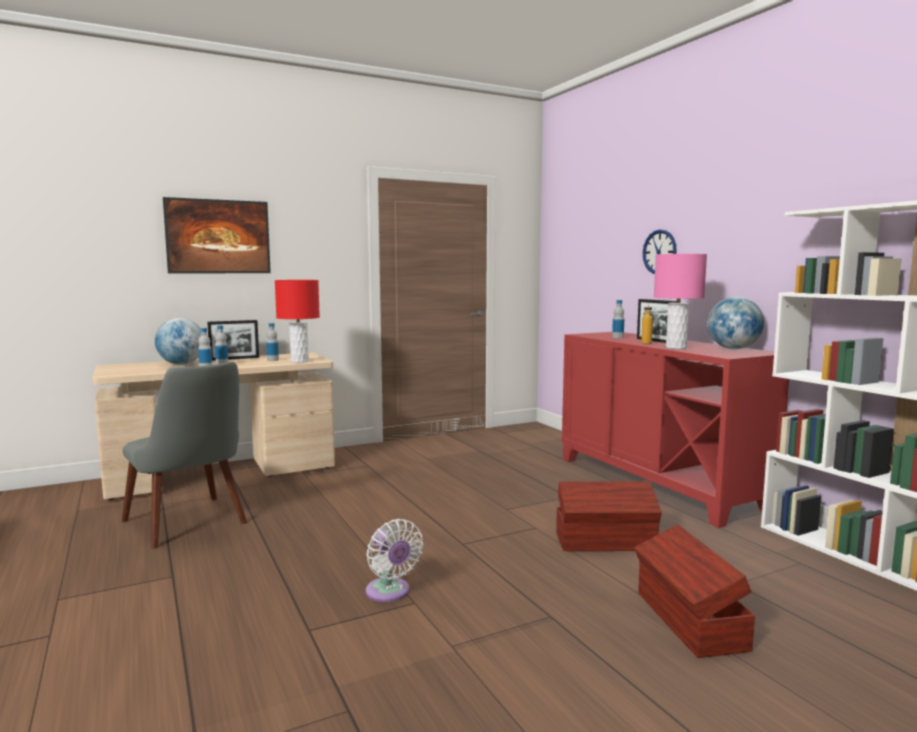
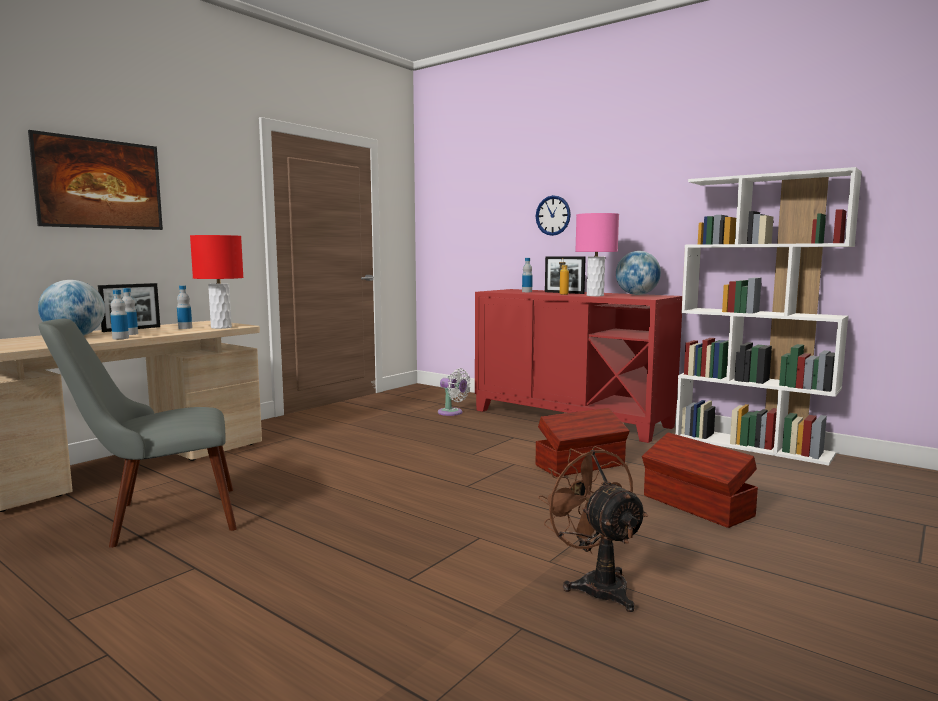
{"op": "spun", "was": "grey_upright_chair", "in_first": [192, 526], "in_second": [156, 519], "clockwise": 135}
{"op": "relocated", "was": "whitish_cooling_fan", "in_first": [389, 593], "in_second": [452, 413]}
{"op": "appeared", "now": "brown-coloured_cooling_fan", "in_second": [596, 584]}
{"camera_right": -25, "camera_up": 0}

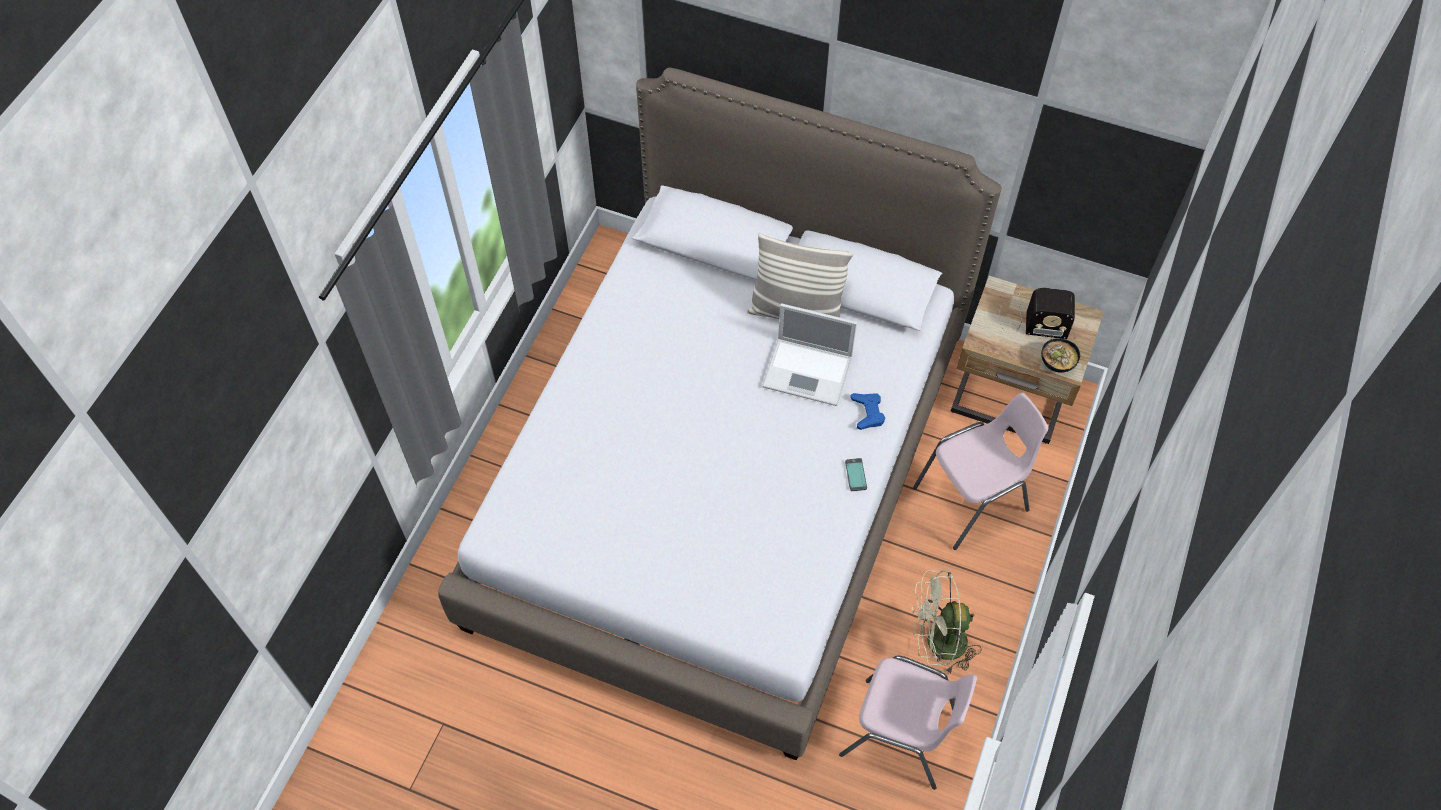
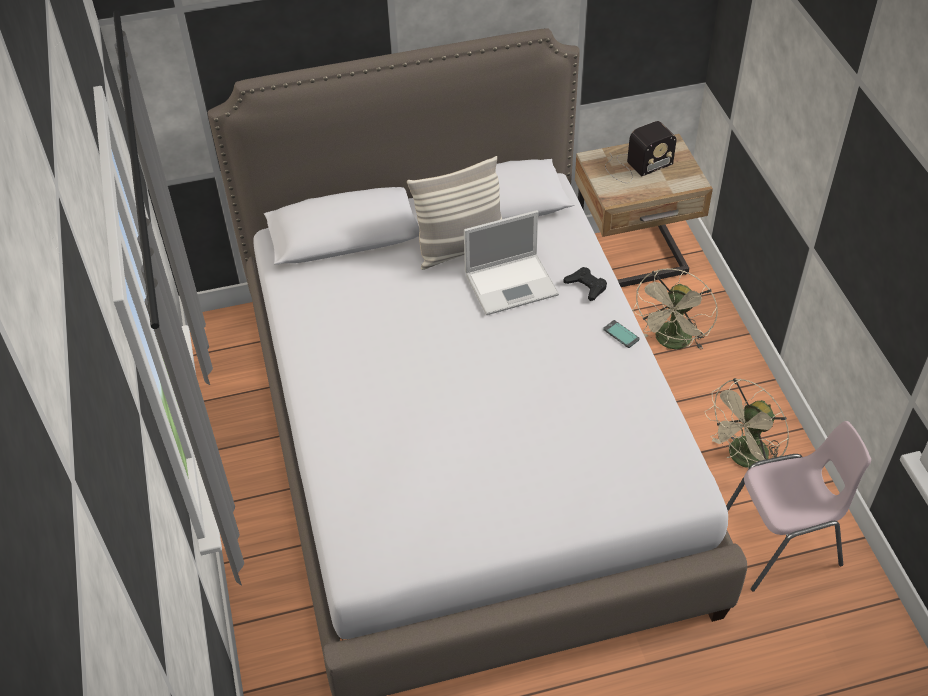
{"op": "colour", "was": "bluish_game_controller", "now": "black_game_controller", "in_first": [867, 412], "in_second": [586, 286]}
{"op": "exchanged", "was": "pink_upright_chair", "now": "beige_cooling_fan", "in_first": [973, 500], "in_second": [672, 343]}
{"op": "missing", "was": "bowl", "in_first": [1056, 363]}
{"camera_right": -35, "camera_up": -10}

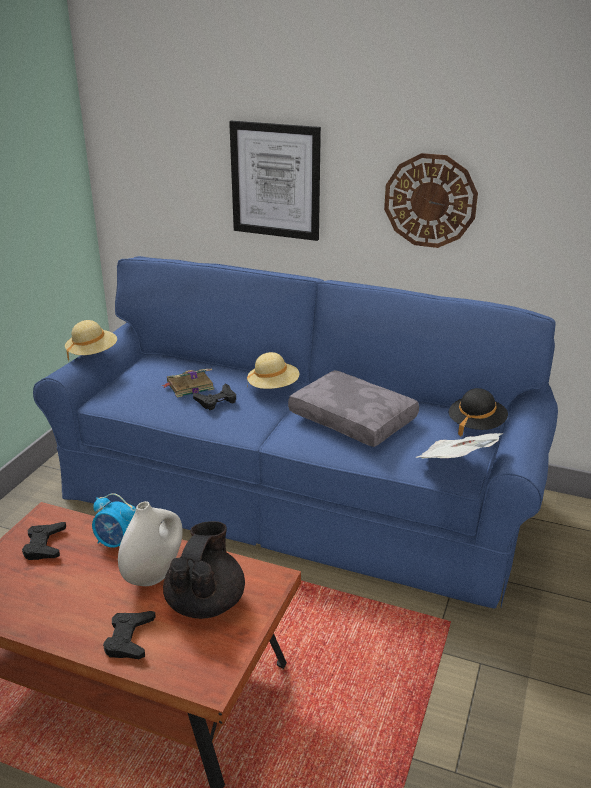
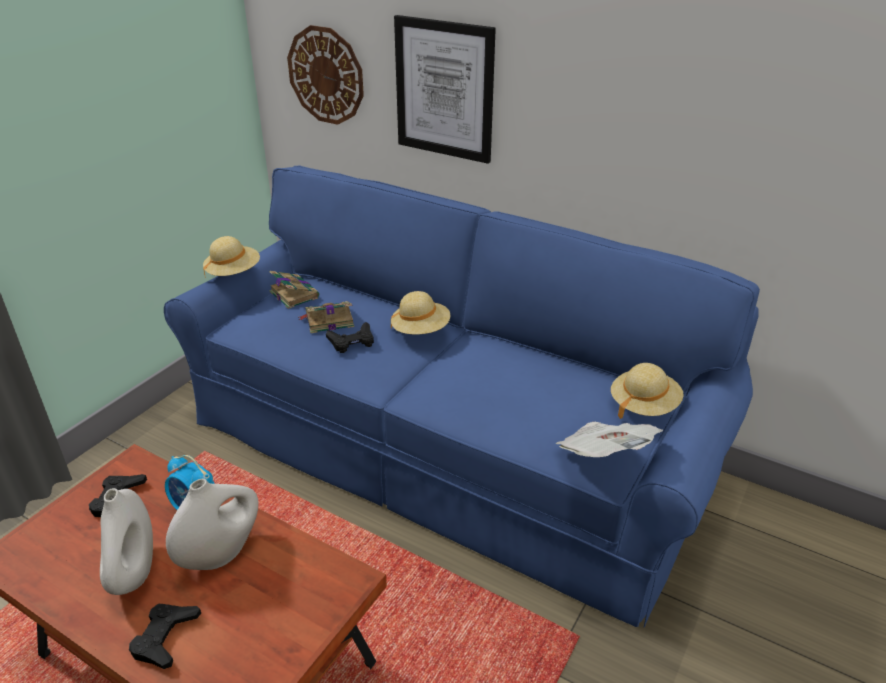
{"op": "missing", "was": "black_pot_for_tea", "in_first": [206, 602]}
{"op": "missing", "was": "grey_cushion", "in_first": [354, 419]}
{"op": "relocated", "was": "wall_clock", "in_first": [430, 201], "in_second": [326, 75]}
{"op": "colour", "was": "black_clothing_hat", "now": "beige_clothing_hat", "in_first": [476, 425], "in_second": [643, 405]}
{"op": "appeared", "now": "whitish_flower_vase", "in_second": [135, 573]}
{"op": "appeared", "now": "volume", "in_second": [293, 294]}
{"camera_right": 10, "camera_up": 5}

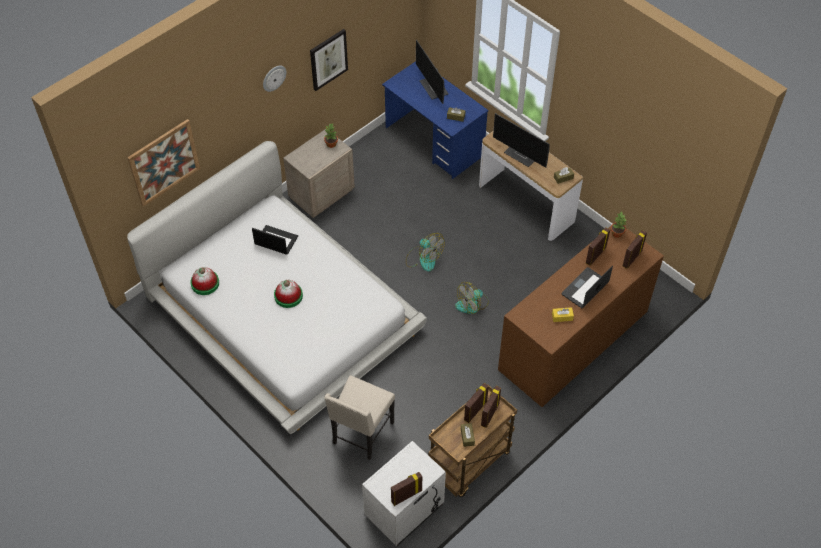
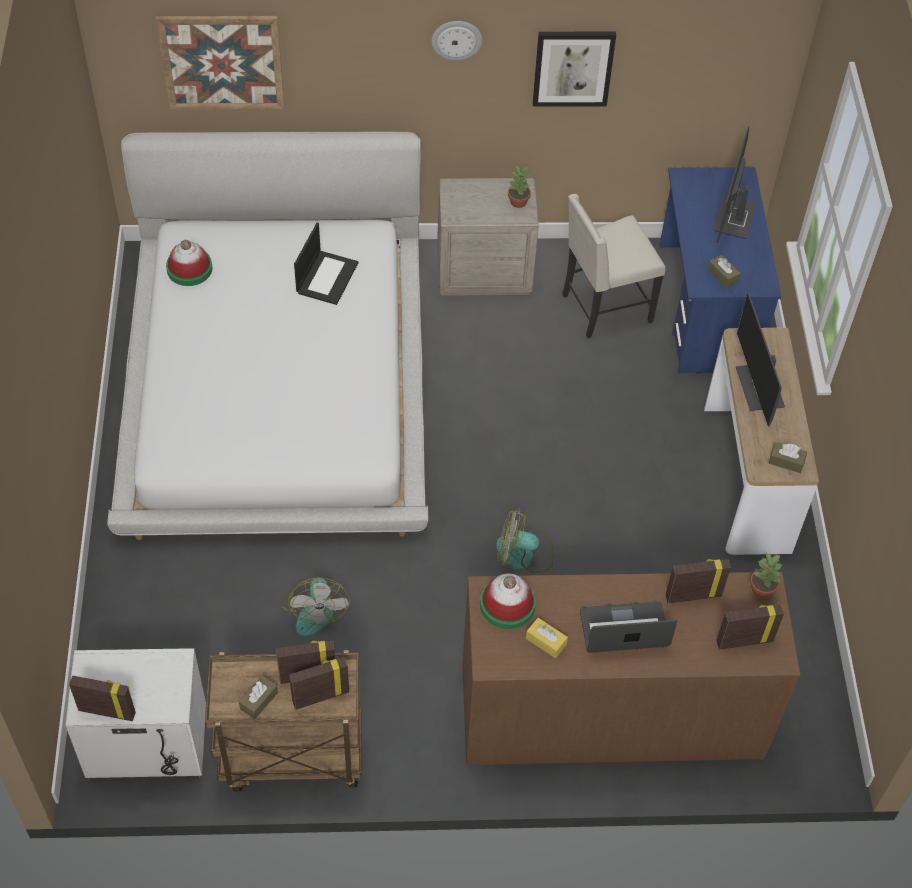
{"op": "spun", "was": "notebook_computer", "in_first": [275, 240], "in_second": [327, 277], "clockwise": 45}
{"op": "relocated", "was": "clothing_hat", "in_first": [288, 296], "in_second": [507, 604]}
{"op": "relocated", "was": "beige_upright_chair", "in_first": [362, 434], "in_second": [604, 308]}
{"op": "relocated", "was": "cooling_fan", "in_first": [423, 258], "in_second": [313, 610]}
{"camera_right": 40, "camera_up": 0}

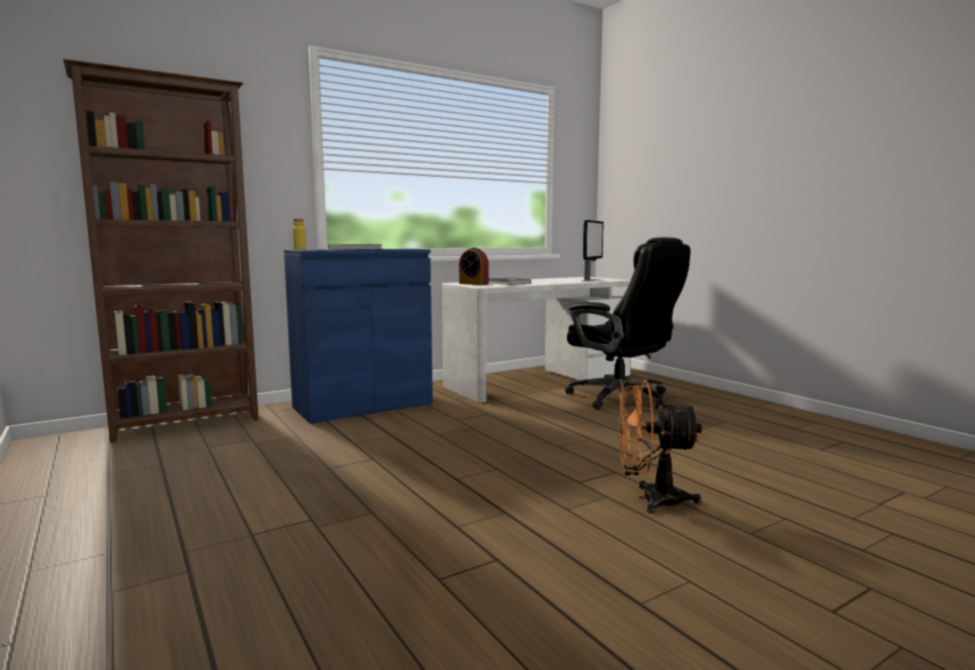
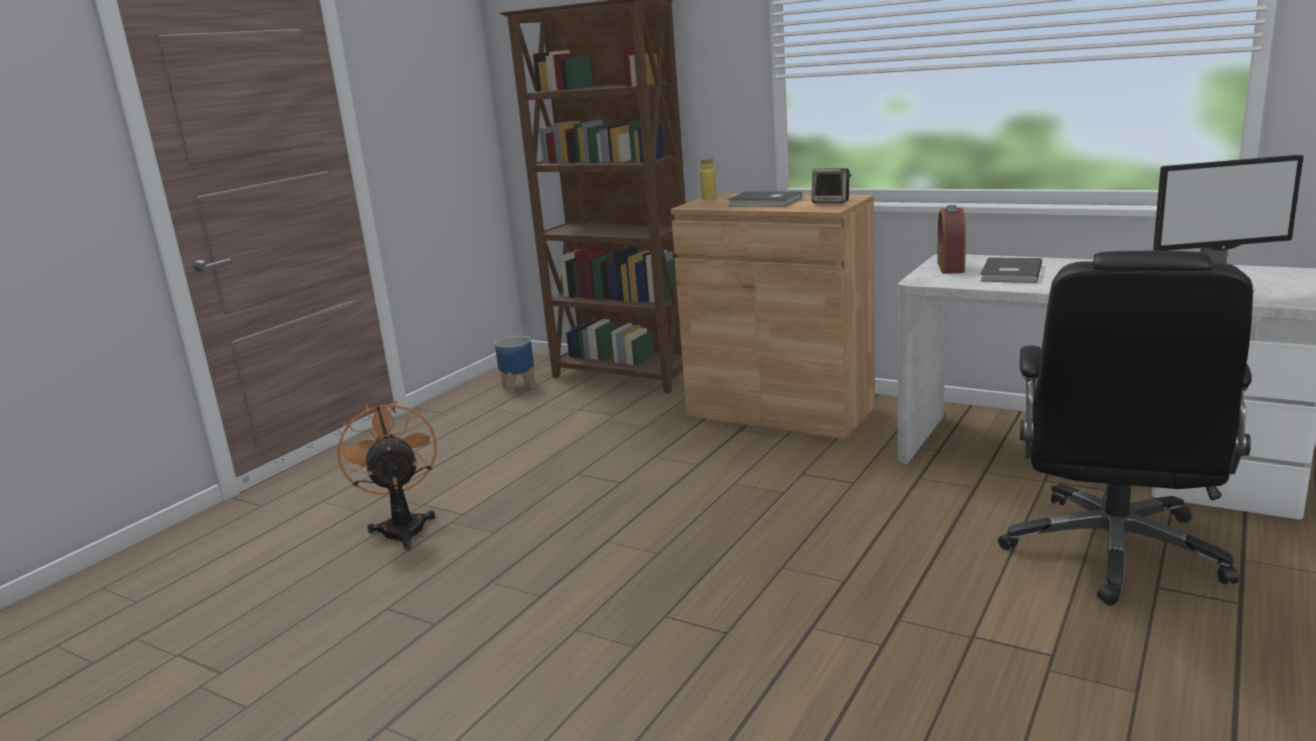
{"op": "colour", "was": "bluish_cabinet", "now": "brown-coloured_cabinet", "in_first": [363, 405], "in_second": [779, 411]}
{"op": "relocated", "was": "orange-coloured_cooling_fan", "in_first": [650, 499], "in_second": [402, 526]}
{"op": "appeared", "now": "flower_pot", "in_second": [518, 387]}
{"op": "appeared", "now": "audio_speaker", "in_second": [831, 202]}
{"camera_right": 65, "camera_up": 10}

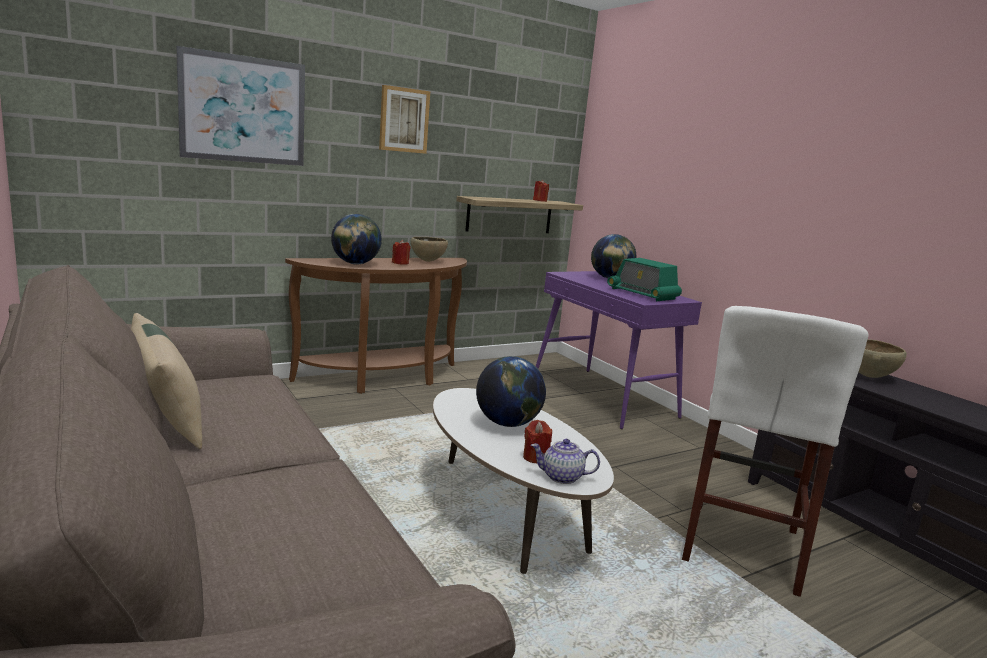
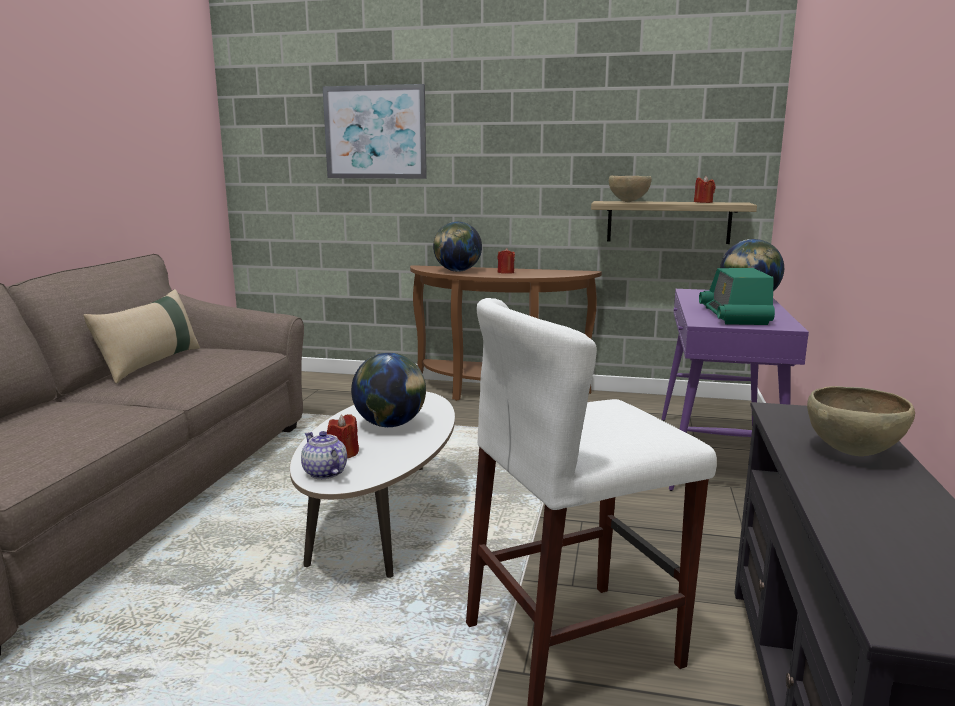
{"op": "missing", "was": "picture", "in_first": [403, 120]}
{"op": "relocated", "was": "brown-coloured_bowl", "in_first": [428, 261], "in_second": [628, 202]}
{"camera_right": 45, "camera_up": 0}

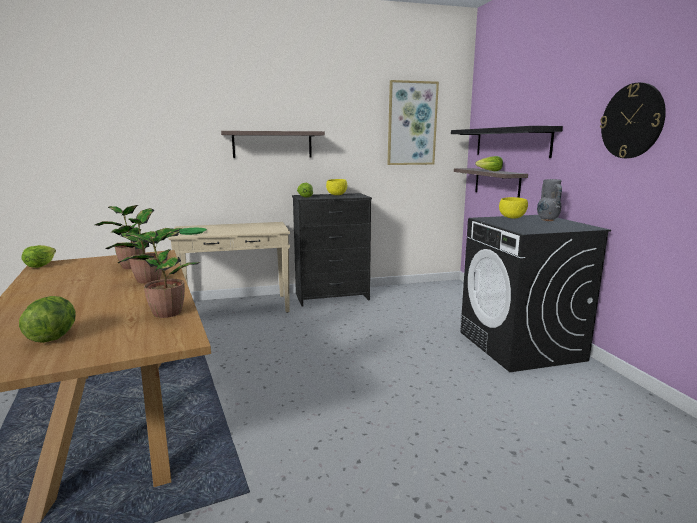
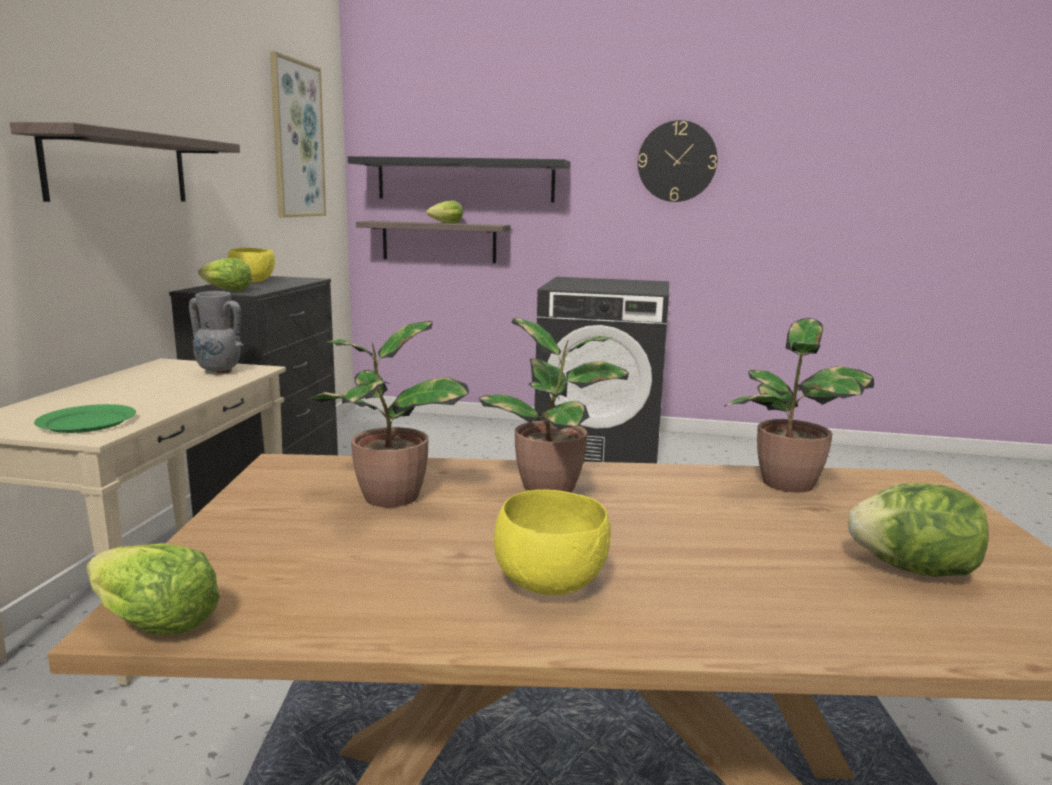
{"op": "relocated", "was": "yellow-coloured_bowl", "in_first": [512, 218], "in_second": [552, 583]}
{"op": "relocated", "was": "grey_flower_vase", "in_first": [547, 220], "in_second": [219, 372]}
{"camera_right": -65, "camera_up": 0}

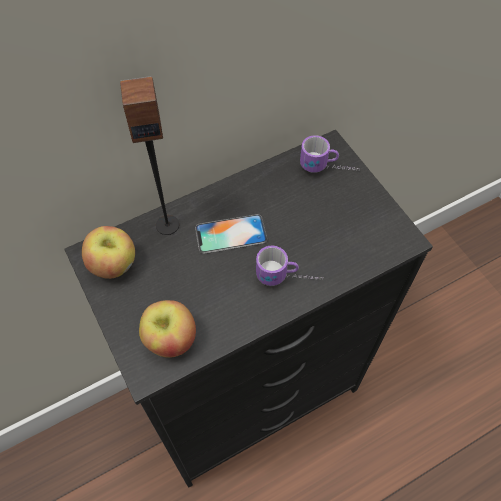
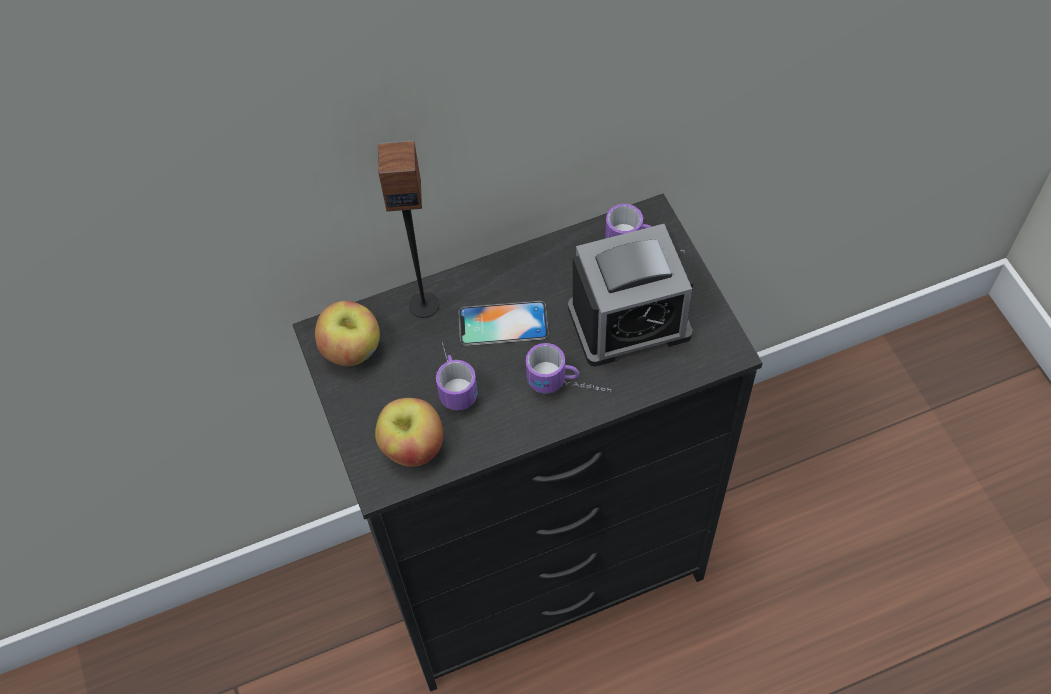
{"op": "appeared", "now": "mug", "in_second": [453, 380]}
{"op": "appeared", "now": "alarm_clock", "in_second": [629, 321]}
{"camera_right": 10, "camera_up": 0}

